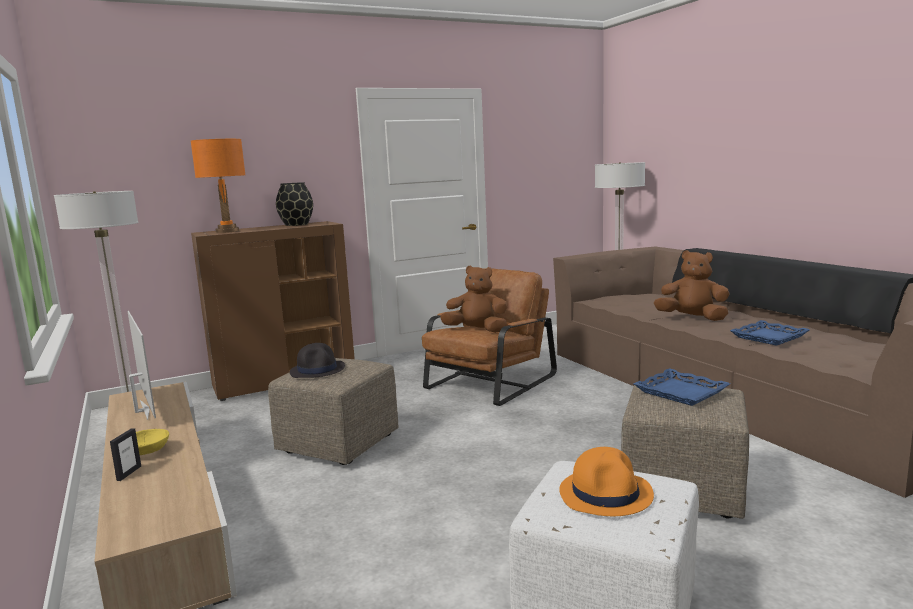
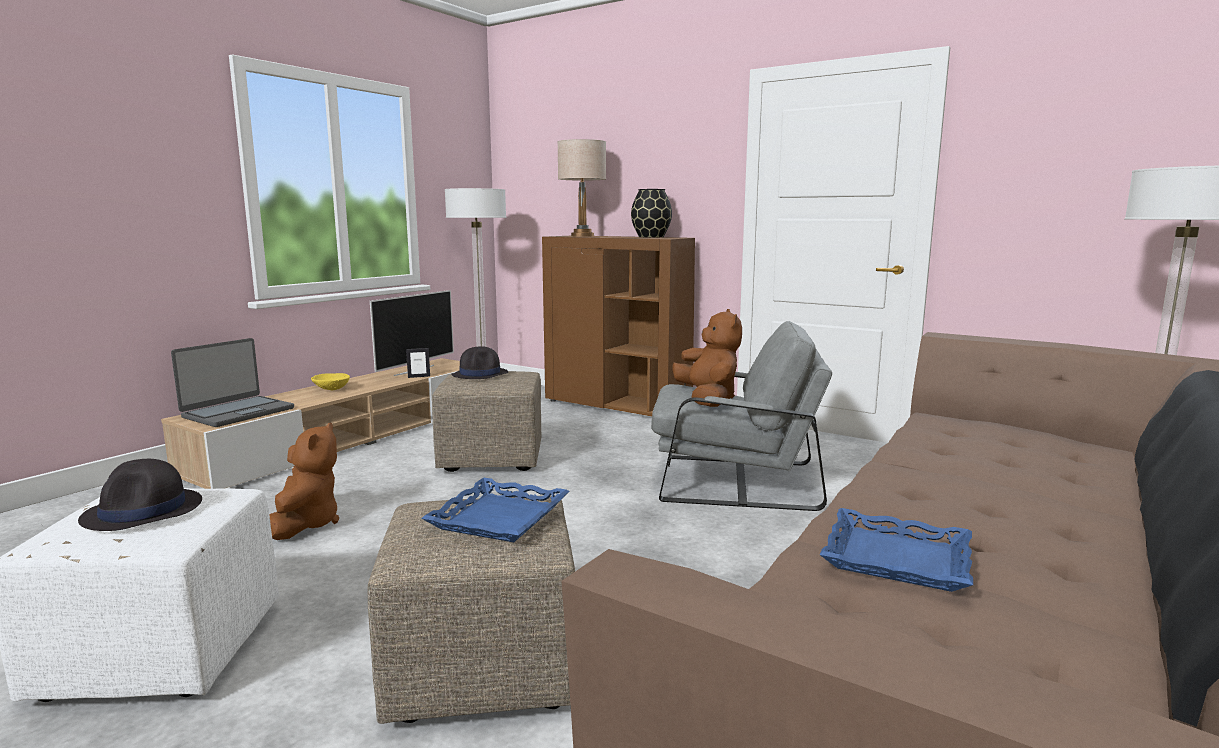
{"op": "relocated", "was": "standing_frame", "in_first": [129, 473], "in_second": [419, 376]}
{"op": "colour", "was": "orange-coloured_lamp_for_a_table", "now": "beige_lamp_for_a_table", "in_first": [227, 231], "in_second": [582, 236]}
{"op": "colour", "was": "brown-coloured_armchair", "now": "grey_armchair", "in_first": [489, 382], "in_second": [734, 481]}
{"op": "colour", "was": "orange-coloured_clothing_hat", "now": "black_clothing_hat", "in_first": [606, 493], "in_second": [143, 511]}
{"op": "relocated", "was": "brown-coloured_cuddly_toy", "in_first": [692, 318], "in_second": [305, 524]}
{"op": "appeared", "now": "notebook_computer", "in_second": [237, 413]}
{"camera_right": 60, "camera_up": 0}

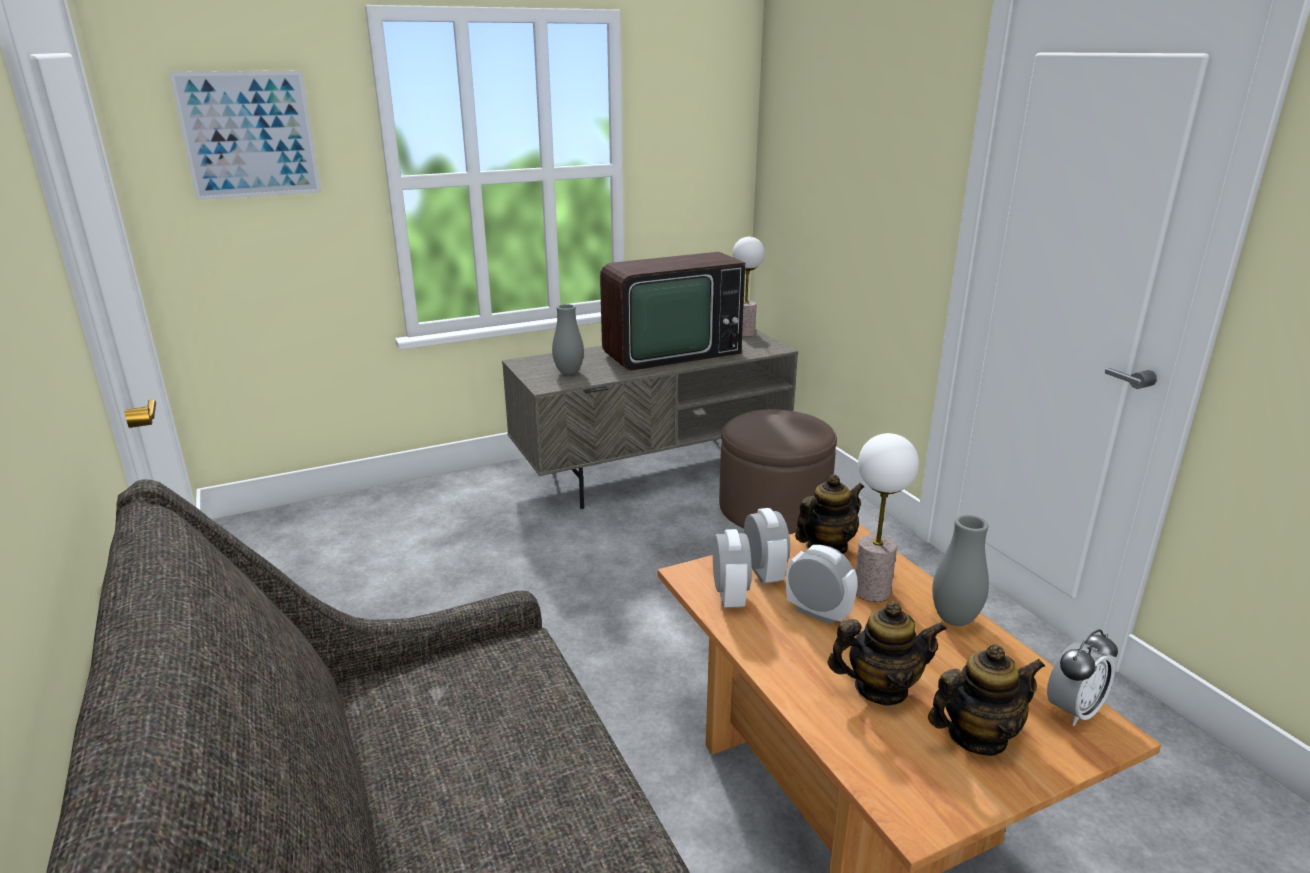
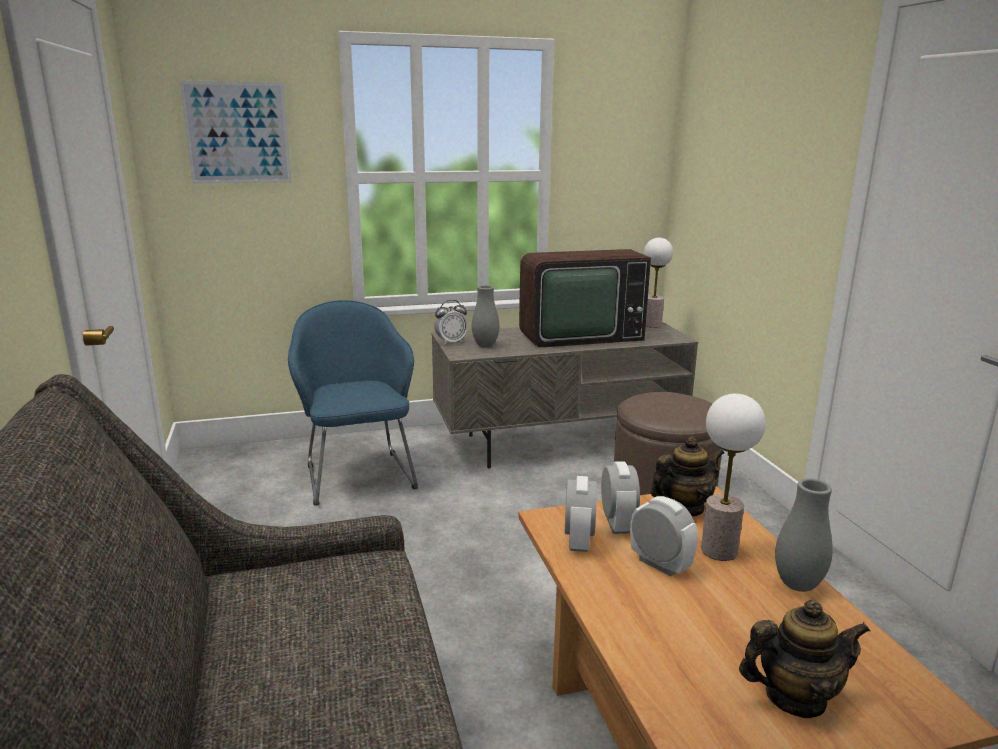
{"op": "missing", "was": "pot_for_tea", "in_first": [880, 689]}
{"op": "relocated", "was": "alarm_clock", "in_first": [1073, 710], "in_second": [451, 342]}
{"op": "appeared", "now": "bluish_armchair", "in_second": [358, 473]}
{"camera_right": 10, "camera_up": -5}

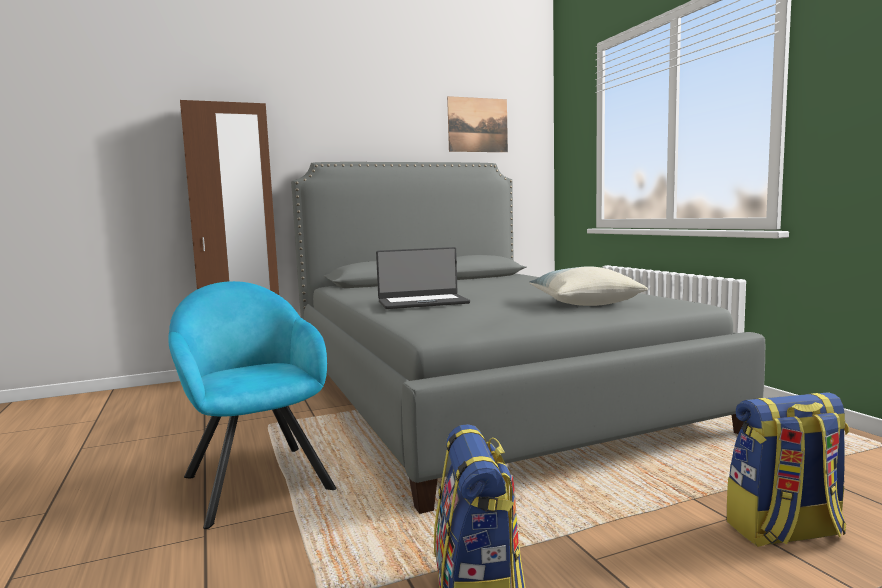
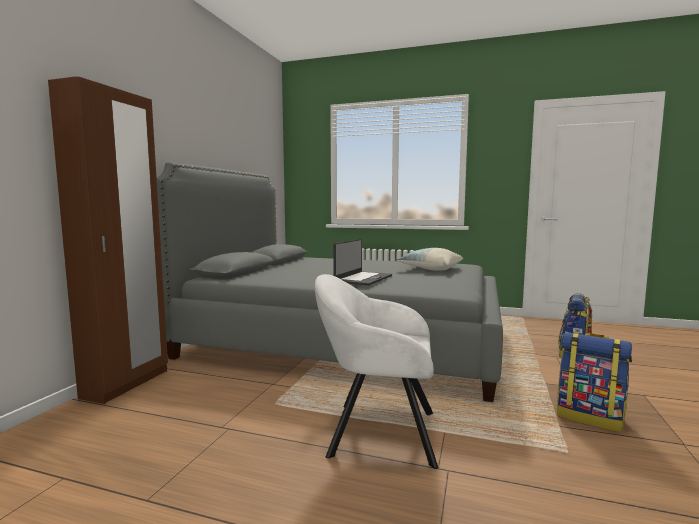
{"op": "colour", "was": "blue-green_armchair", "now": "whitish_armchair", "in_first": [256, 479], "in_second": [376, 432]}
{"op": "missing", "was": "picture", "in_first": [478, 125]}
{"camera_right": -50, "camera_up": 0}

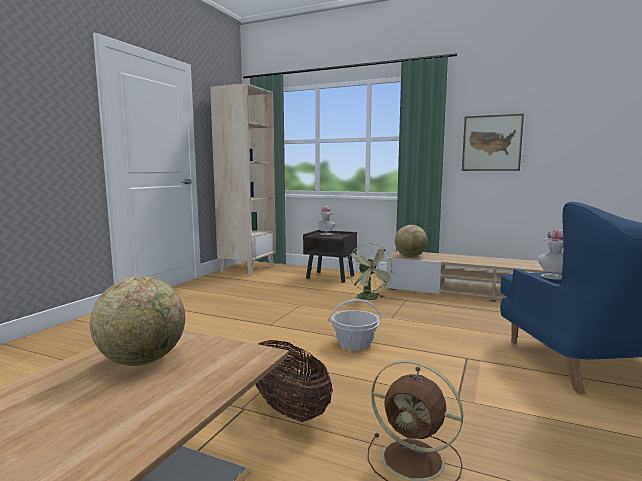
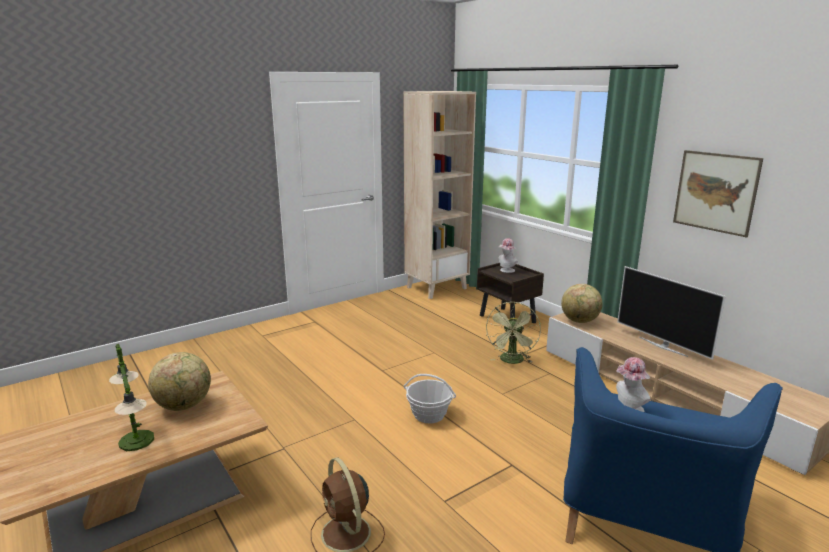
{"op": "missing", "was": "household_basket", "in_first": [288, 409]}
{"op": "appeared", "now": "lamp_for_a_table", "in_second": [137, 441]}
{"op": "appeared", "now": "TV", "in_second": [663, 346]}
{"camera_right": 30, "camera_up": 10}

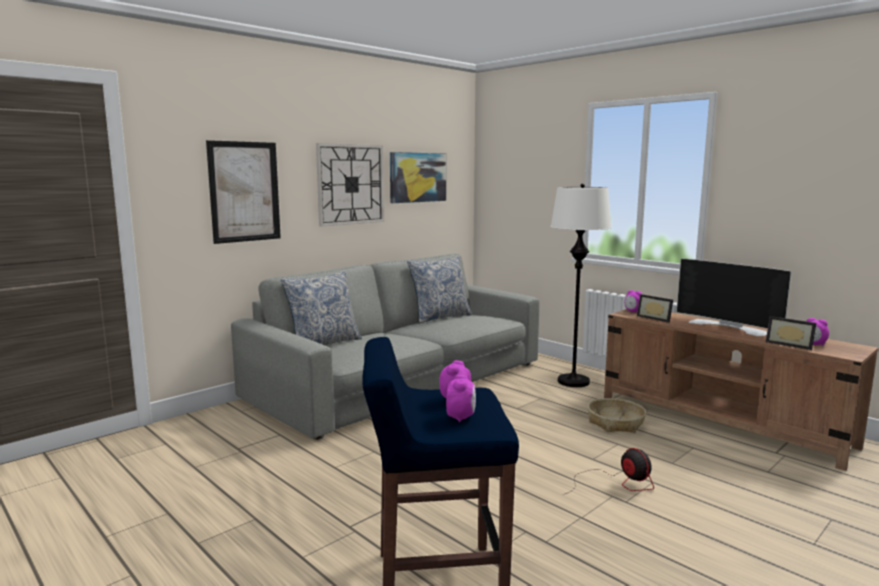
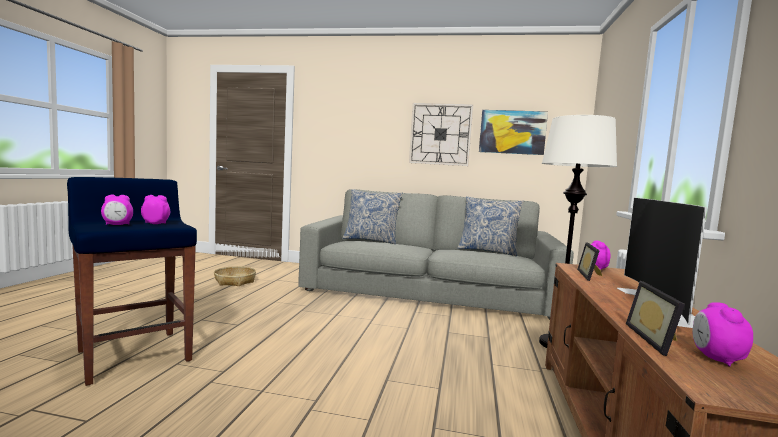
{"op": "missing", "was": "picture", "in_first": [244, 192]}
{"op": "missing", "was": "cooling_fan", "in_first": [616, 483]}
{"op": "relocated", "was": "household_basket", "in_first": [615, 423], "in_second": [235, 281]}
{"camera_right": 55, "camera_up": -5}

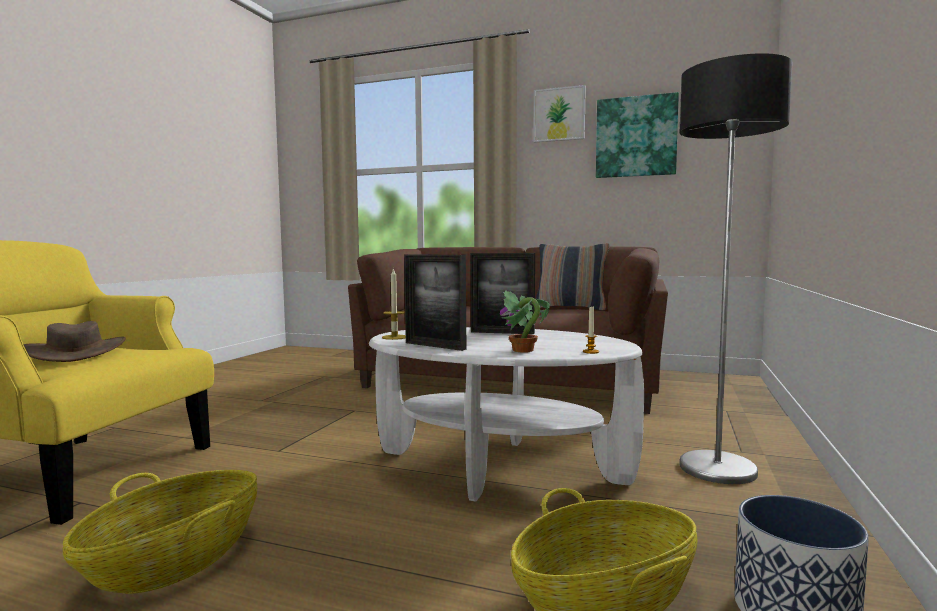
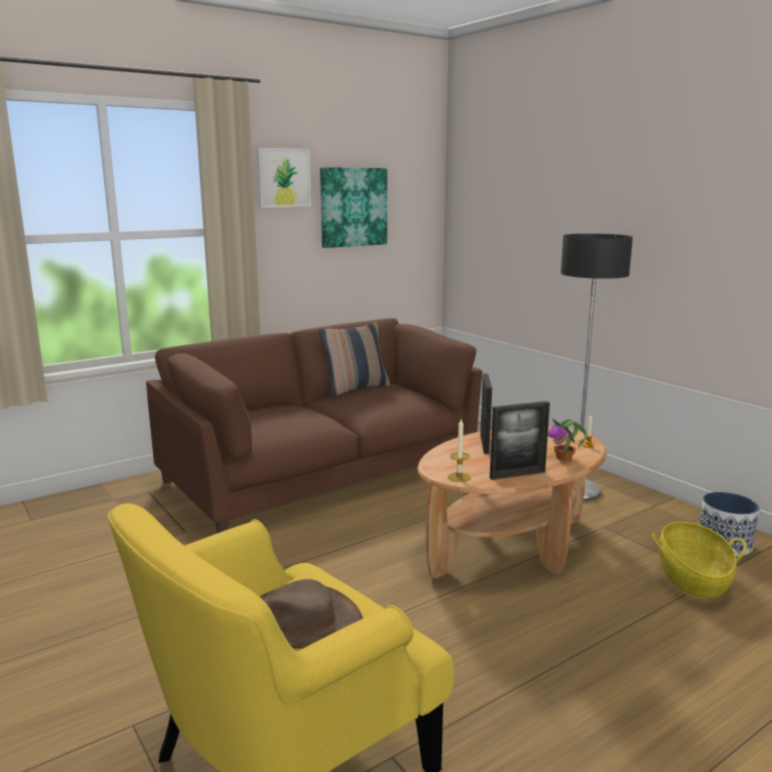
{"op": "missing", "was": "household_basket", "in_first": [175, 560]}
{"op": "colour", "was": "whitish_coffee_table", "now": "brown-coloured_coffee_table", "in_first": [498, 467], "in_second": [509, 547]}
{"op": "spun", "was": "standing_frame", "in_first": [502, 332], "in_second": [484, 444], "clockwise": -45}
{"camera_right": -55, "camera_up": 10}

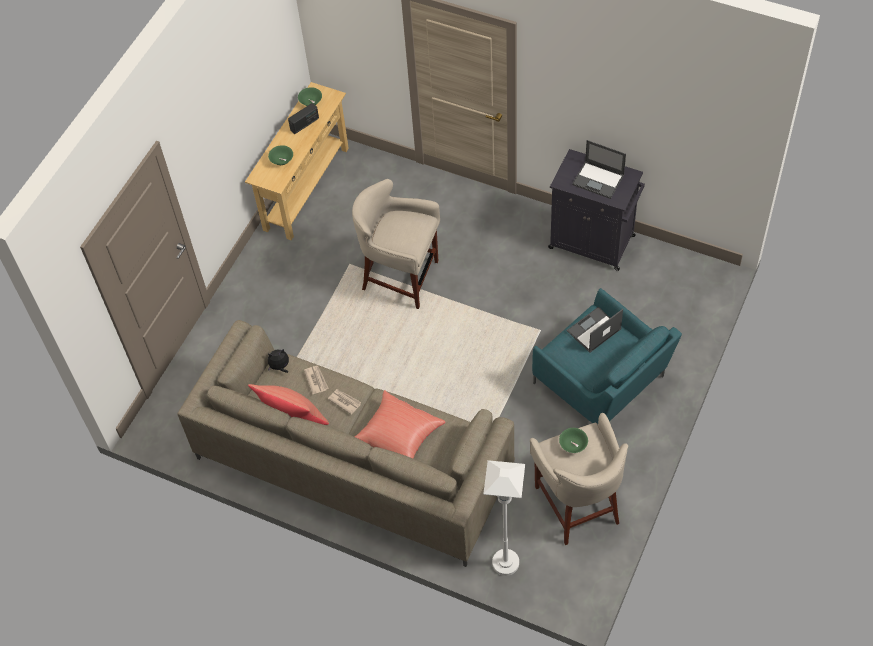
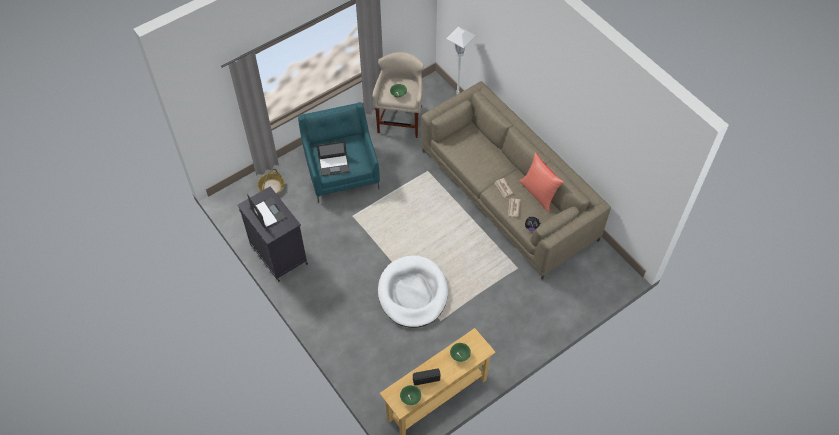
{"op": "exchanged", "was": "beige_stool", "now": "whitish_dog_bed", "in_first": [400, 277], "in_second": [413, 293]}
{"op": "missing", "was": "red-coloured_cushion", "in_first": [398, 437]}
{"op": "appeared", "now": "household_basket", "in_second": [271, 187]}
{"camera_right": -155, "camera_up": 0}

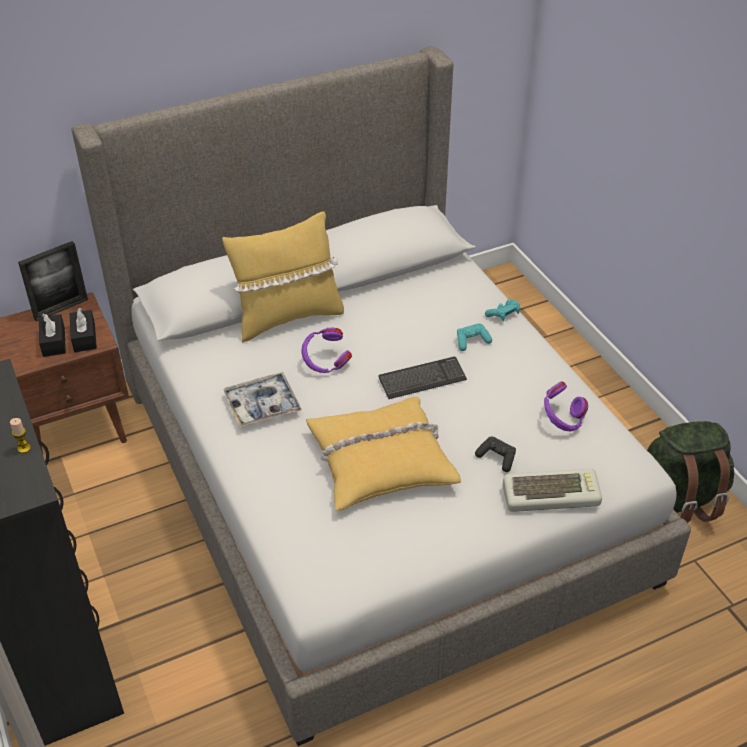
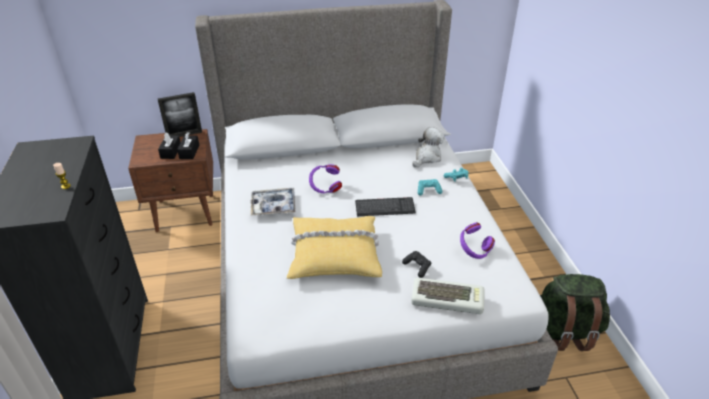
{"op": "missing", "was": "yellow-coloured_cushion", "in_first": [287, 317]}
{"op": "appeared", "now": "cuddly_toy", "in_second": [427, 157]}
{"camera_right": 15, "camera_up": -5}

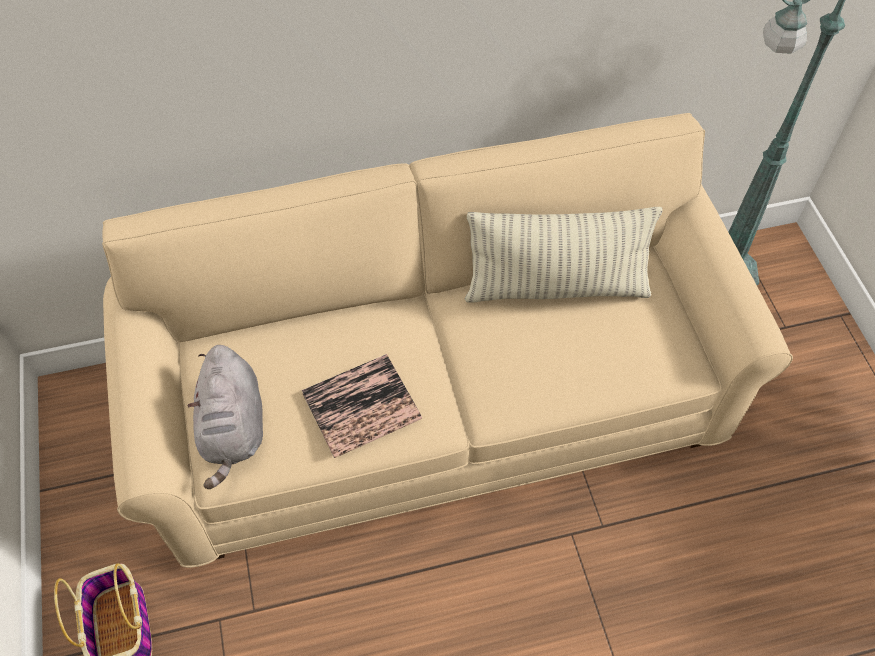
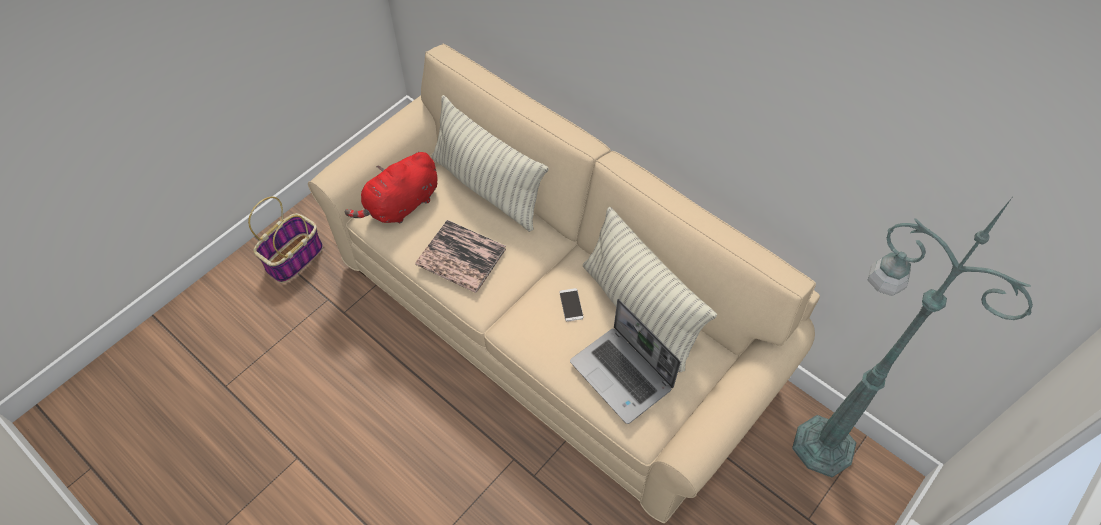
{"op": "colour", "was": "grey_cuddly_toy", "now": "red-coloured_cuddly_toy", "in_first": [233, 429], "in_second": [401, 205]}
{"op": "appeared", "now": "cushion", "in_second": [487, 187]}
{"op": "appeared", "now": "phone", "in_second": [571, 305]}
{"op": "appeared", "now": "notebook_computer", "in_second": [622, 375]}
{"camera_right": 55, "camera_up": 0}

